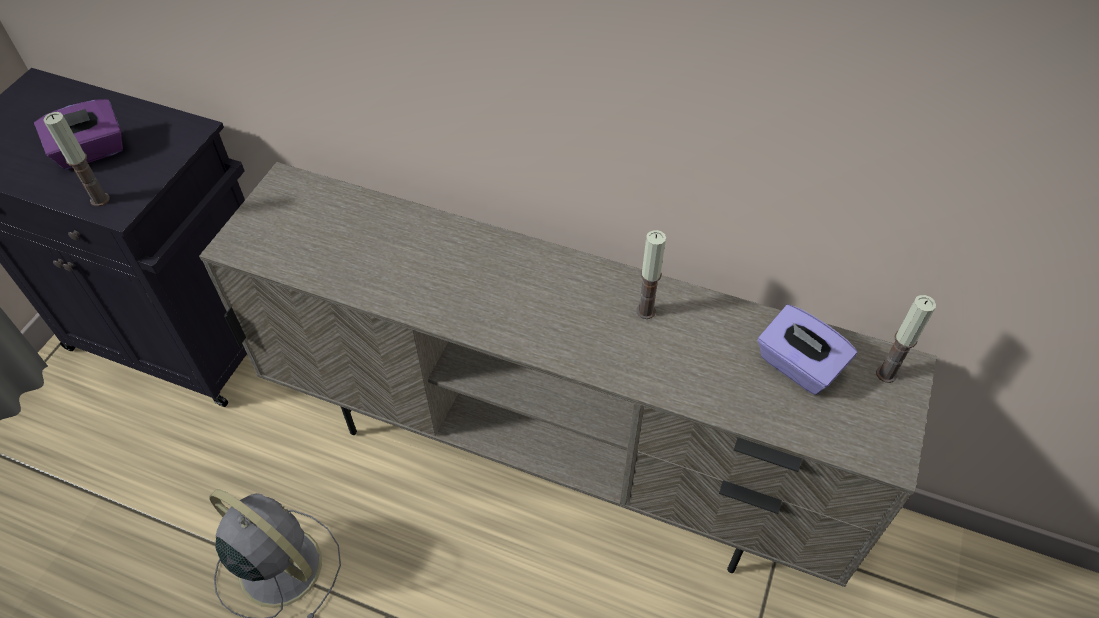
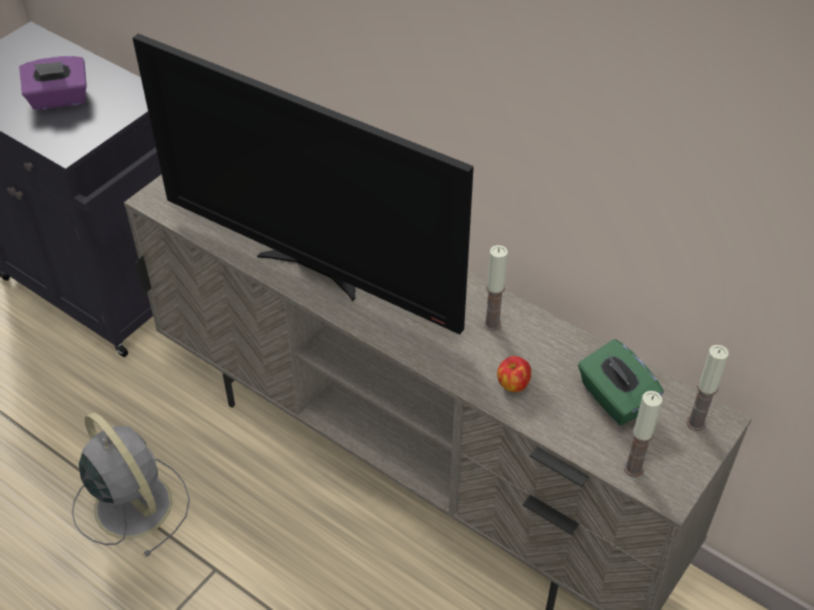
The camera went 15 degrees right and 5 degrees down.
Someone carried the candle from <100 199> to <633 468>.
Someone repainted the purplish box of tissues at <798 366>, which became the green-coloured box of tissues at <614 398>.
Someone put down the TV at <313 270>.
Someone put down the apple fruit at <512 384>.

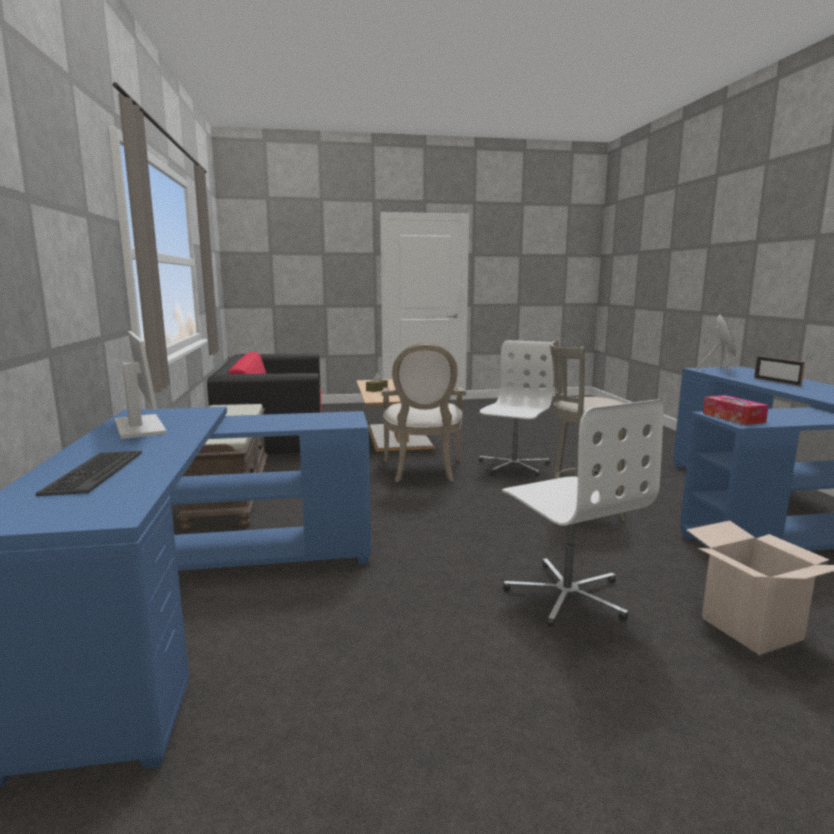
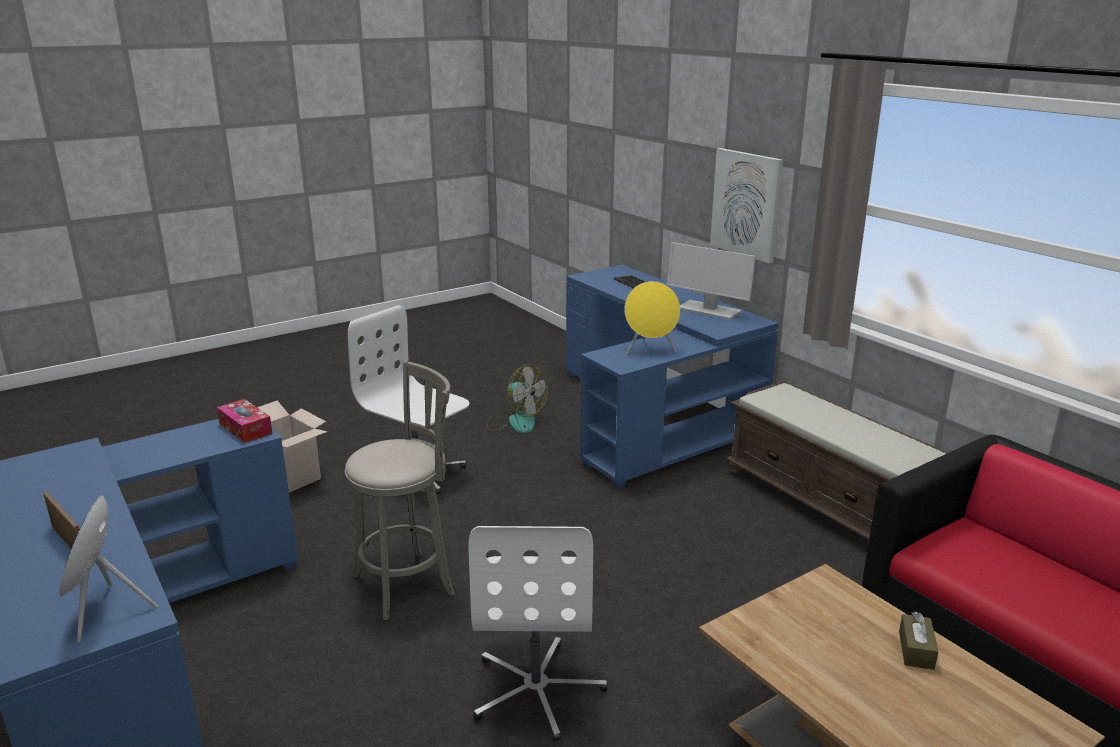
The camera went 155 degrees right and 10 degrees up.
Someone took away the armchair at <423 471>.
Someone put down the fan at <515 421>.
Someone put down the yellowish speaker at <650 351>.
Someone put up the wall picture at <746 204>.

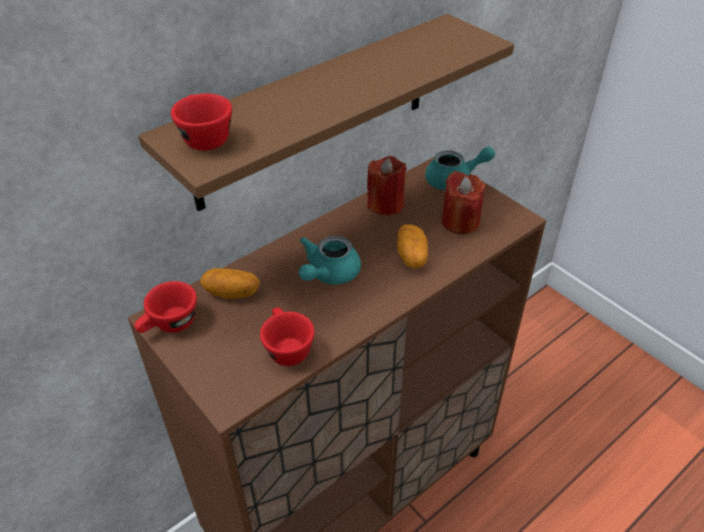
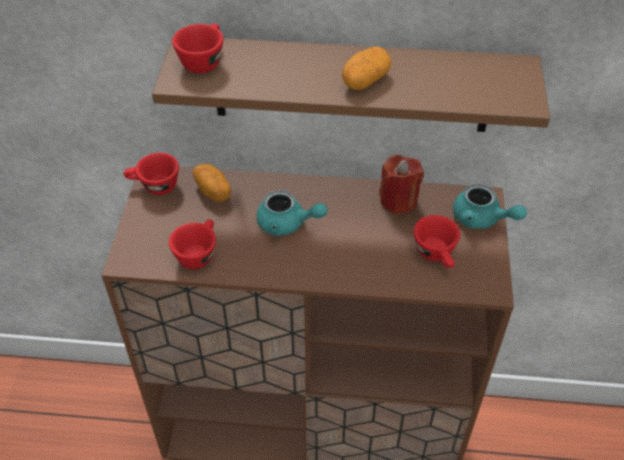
The camera went 45 degrees right and 5 degrees up.
Someone rotated the blue-green teapot at <328 274> by 150 degrees counterclockwise.
Someone carried the potato from <411 256> to <365 80>.
Someone swapped the red-coloured candle at <460 222> for the red-coloured cup at <437 255>.

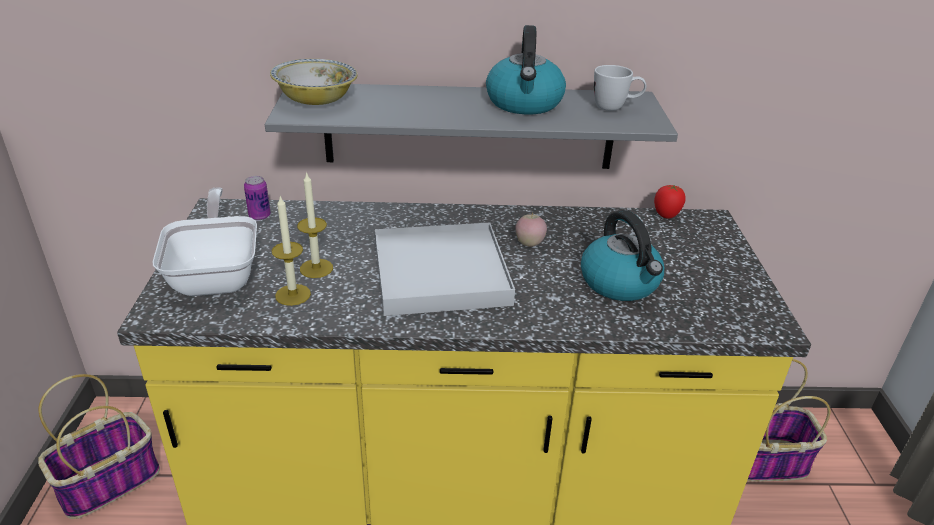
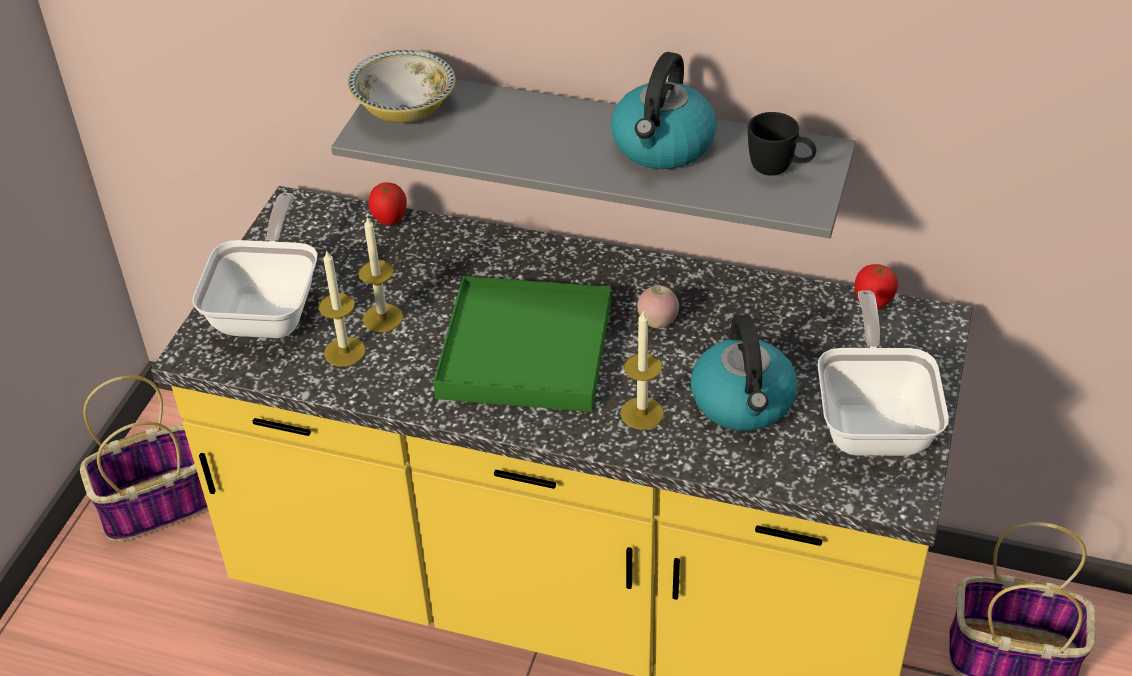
The camera went 20 degrees right and 10 degrees up.
Someone took away the metal can at <259 216>.
Someone repainted the whitish tray at <440 274>, which became the green-coloured tray at <525 350>.
Someone repainted the whitish tea mug at <615 108>, which became the black-coloured tea mug at <779 170>.
Someone put down the tomato at <389 221>.
Someone put down the candle at <642 413>.
Someone put down the pan at <874 420>.

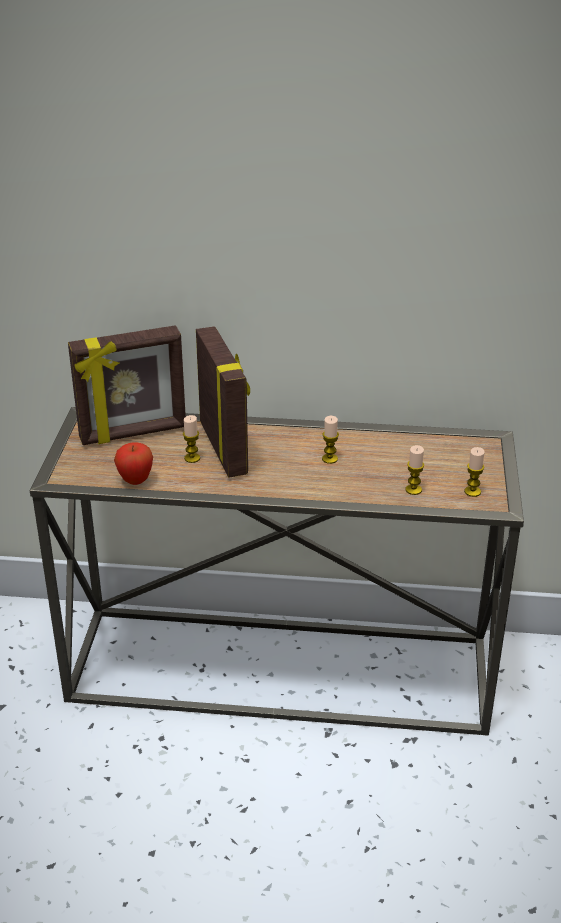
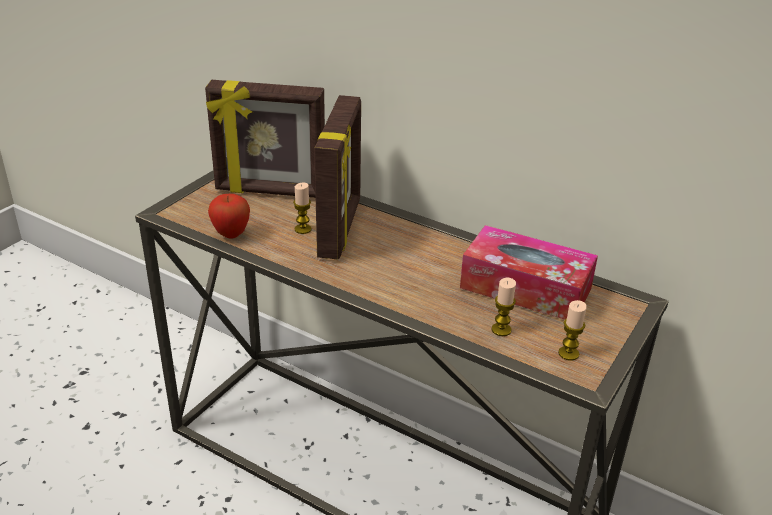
The camera went 25 degrees right and 0 degrees up.
Someone took away the candle at <329 459>.
Someone put down the box of tissues at <525 288>.

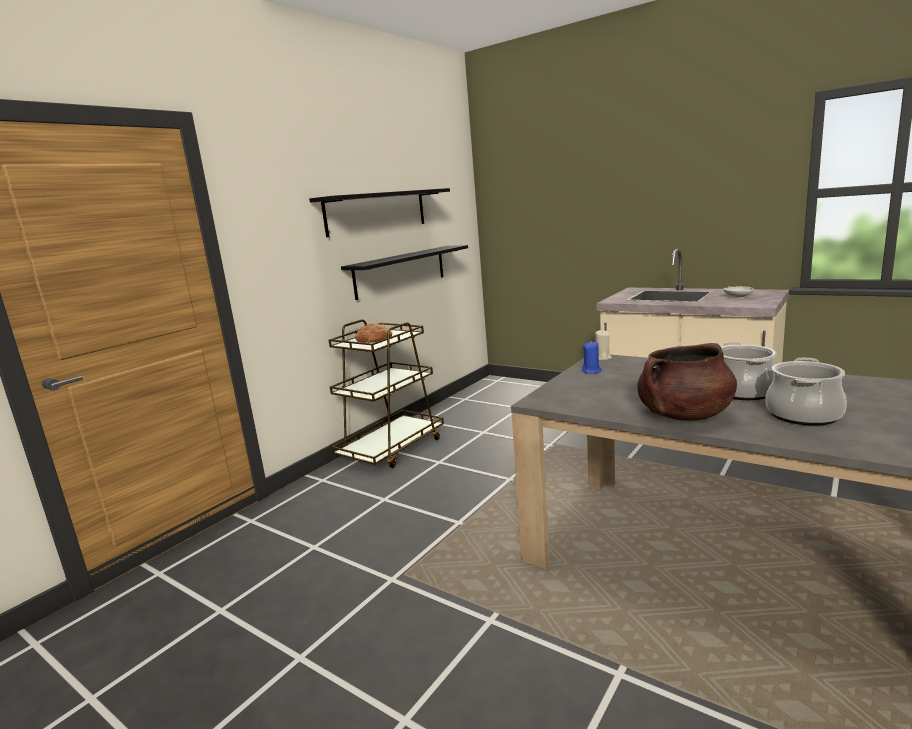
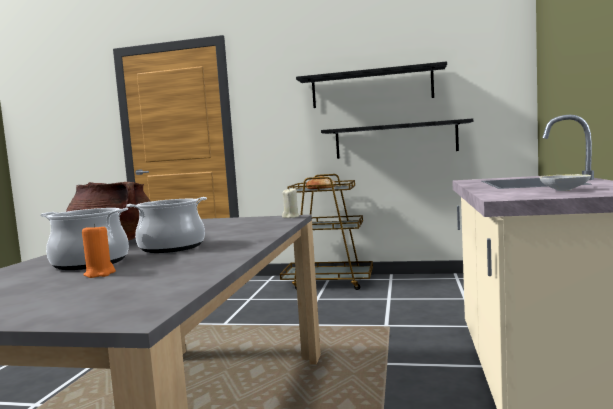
The camera went 65 degrees right and 10 degrees down.
Someone took away the blue candle at <591 371>.
Someone put down the orangey candle at <100 274>.

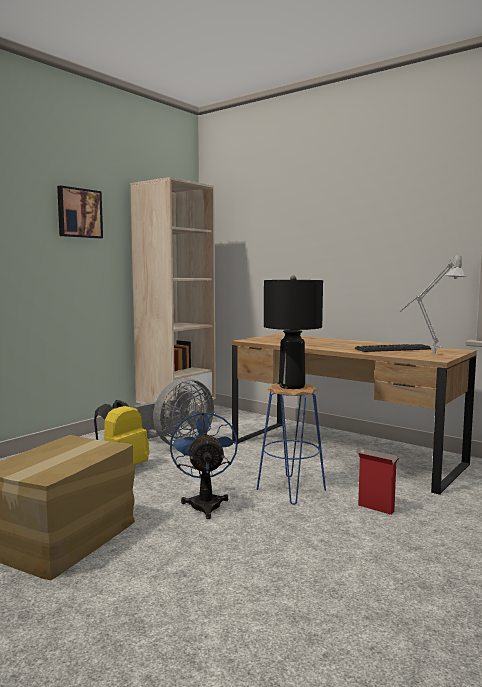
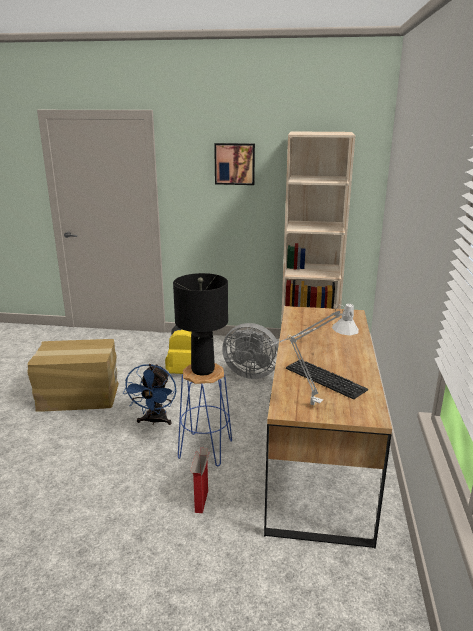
The camera went 60 degrees right and 15 degrees up.
Someone rotated the blue fan at <205 503> by 135 degrees clockwise.

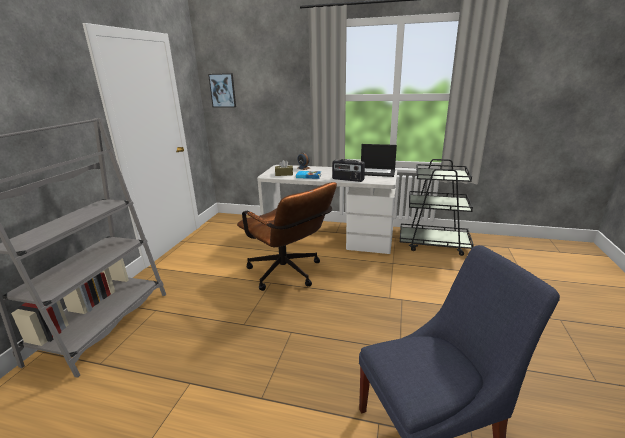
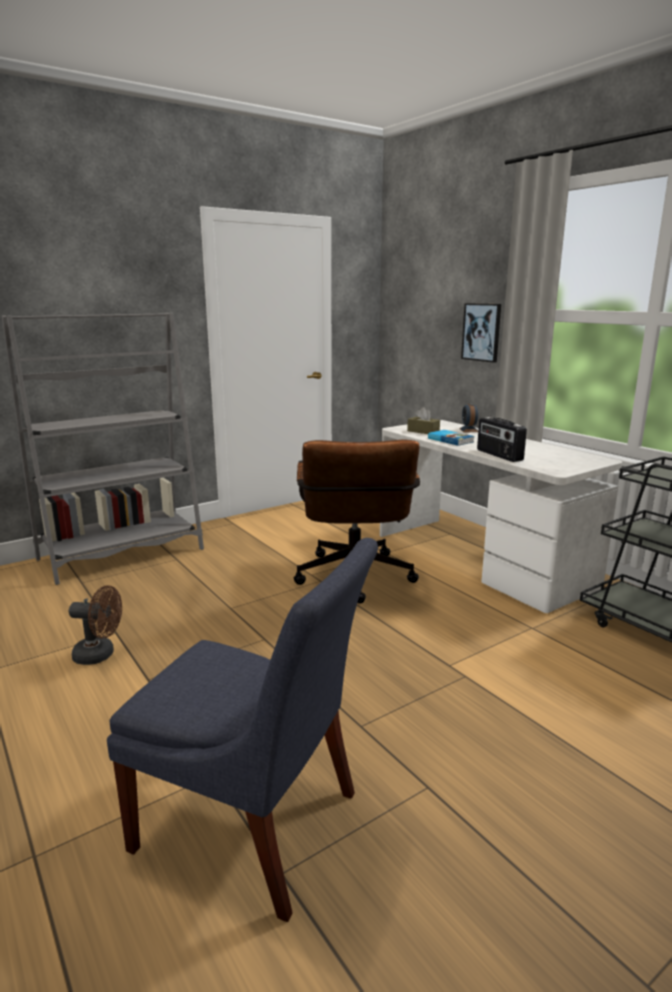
The camera went 40 degrees right and 5 degrees down.
Someone carried the wall picture from <222 90> to <482 332>.
Someone took away the notebook computer at <377 172>.
Someone put down the brown-coloured fan at <100 655>.

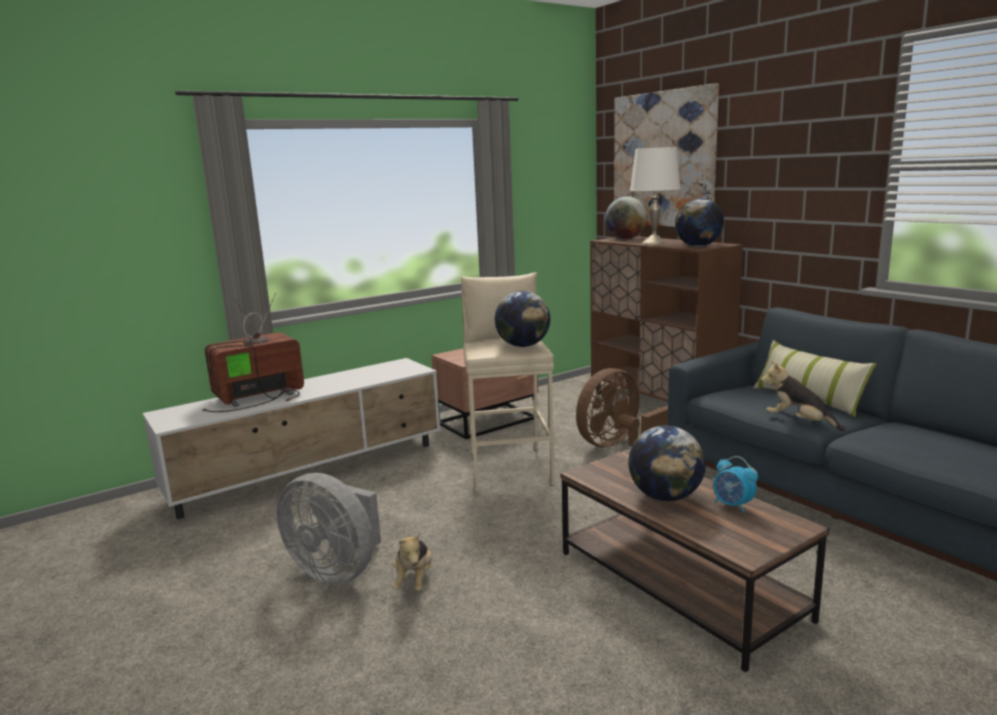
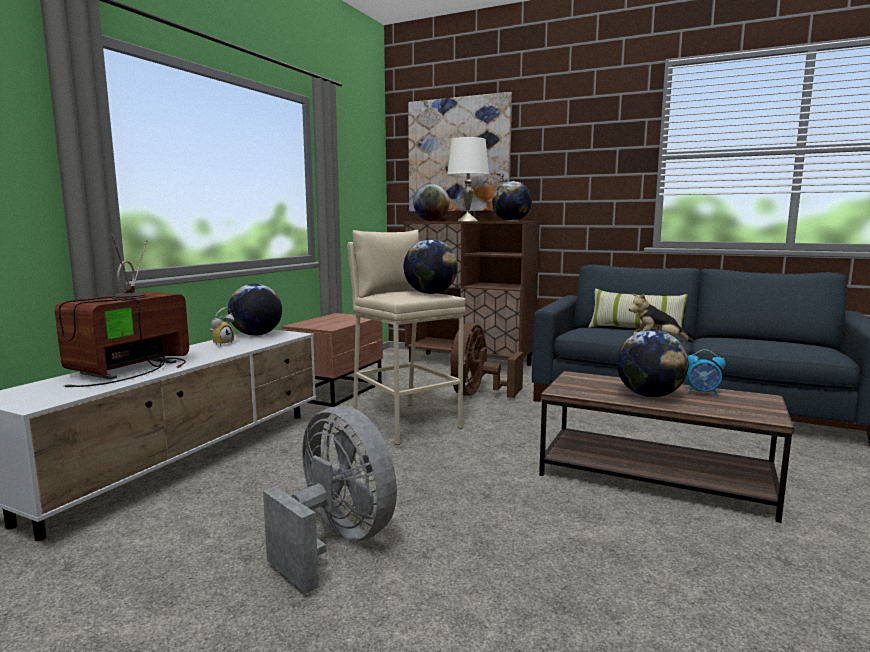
The camera went 30 degrees left and 5 degrees down.
Someone rotated the gray fan at <337 570> by 135 degrees counterclockwise.
Someone took away the plush toy at <415 581>.
Someone put down the table clock at <222 344>.
Someone put down the desk globe at <256 335>.

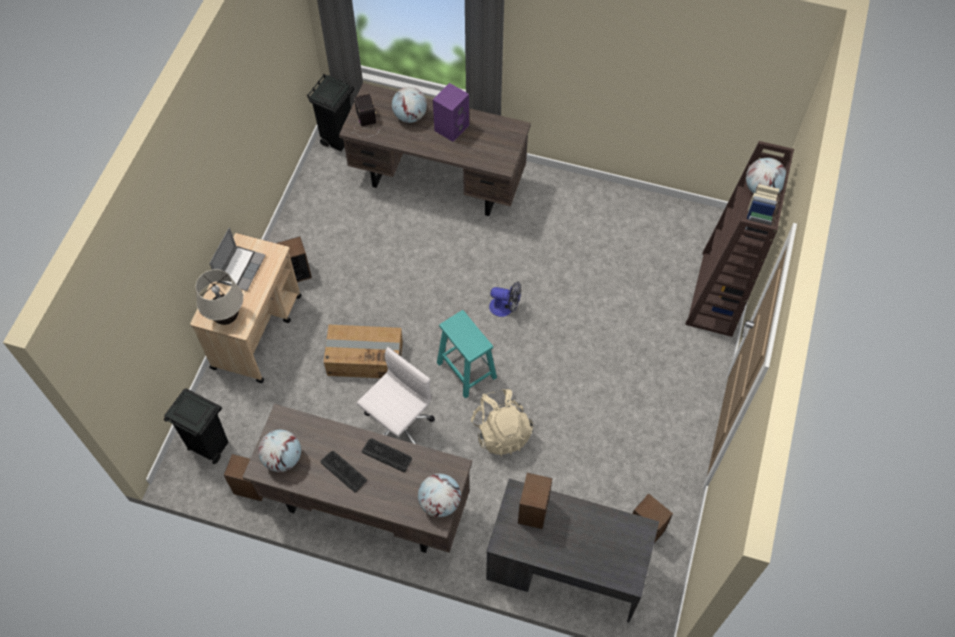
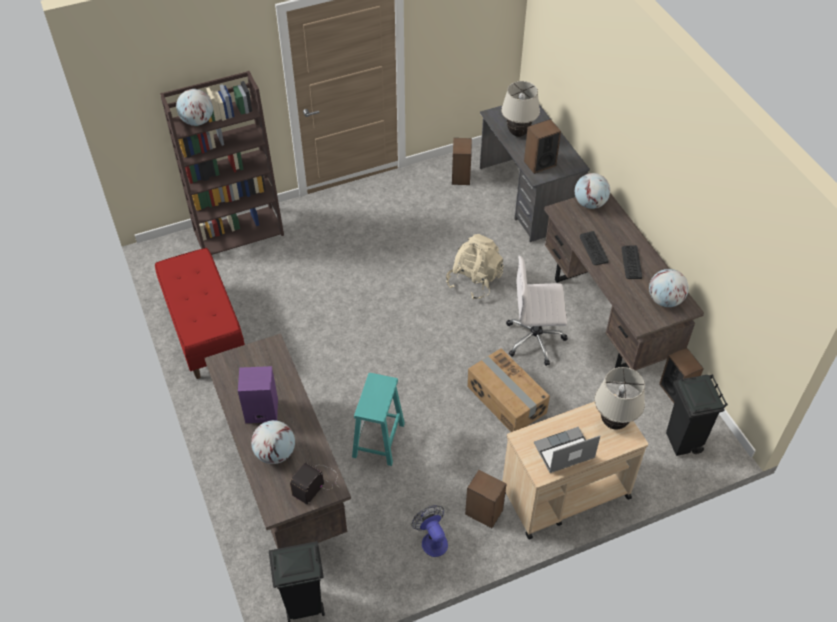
The camera went 130 degrees left and 10 degrees down.
Someone carried the blue-green stool from <465 369> to <378 441>.
Someone carried the fan from <505 307> to <432 540>.
Someone put down the red-coloured long seat at <204 330>.
Someone put down the beige table lamp at <518 133>.

